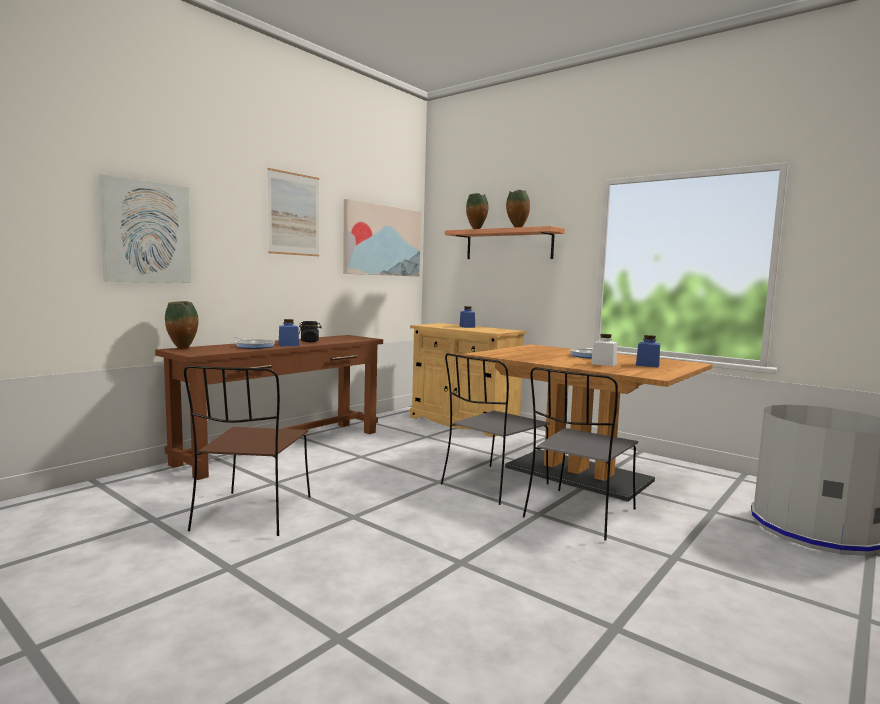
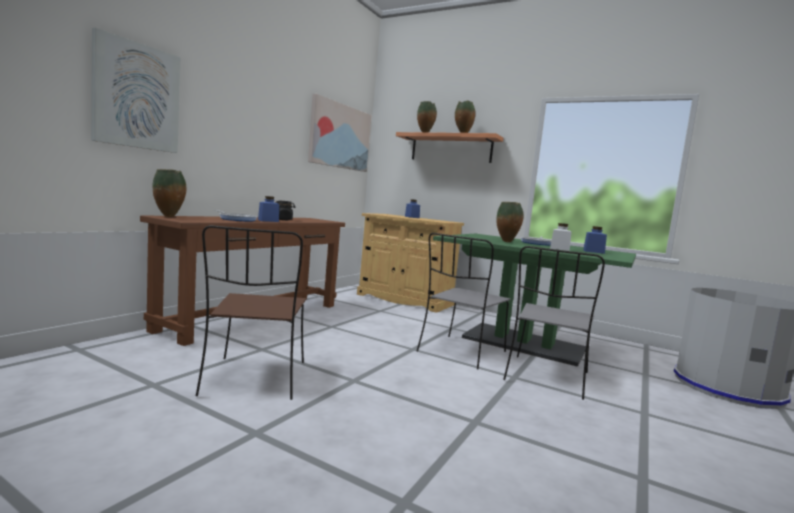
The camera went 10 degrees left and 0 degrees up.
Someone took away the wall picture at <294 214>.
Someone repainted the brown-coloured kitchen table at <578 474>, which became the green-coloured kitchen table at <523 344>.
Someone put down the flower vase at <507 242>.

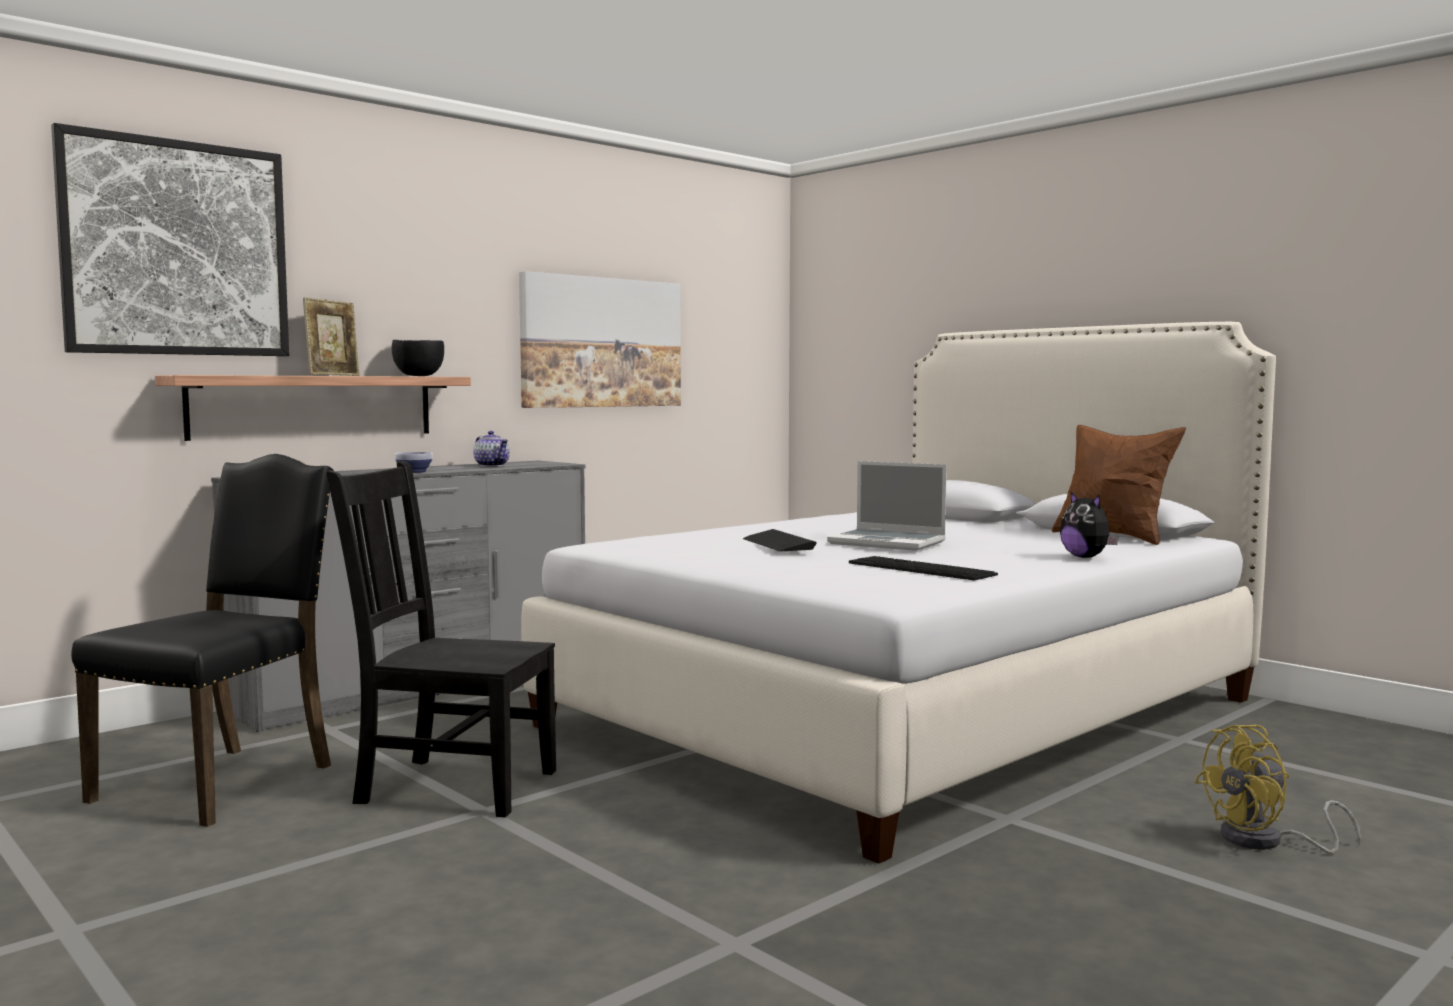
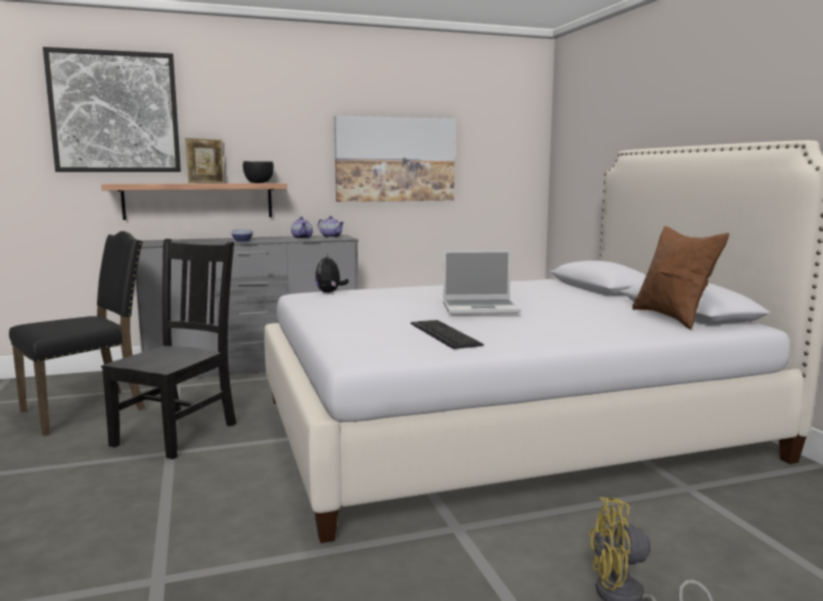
The camera went 25 degrees right and 5 degrees up.
Someone rotated the black-coloured chair at <451 786> by 75 degrees clockwise.
Someone took away the keyboard at <778 543>.
Someone rotated the notebook computer at <889 543> by 60 degrees counterclockwise.
Someone carried the plush toy from <1086 557> to <330 292>.
Someone put down the teapot at <331 236>.

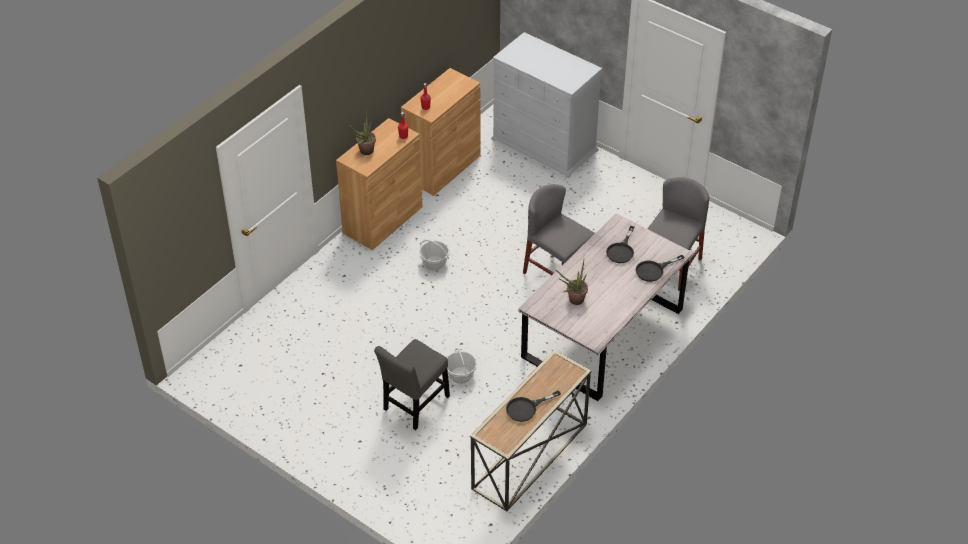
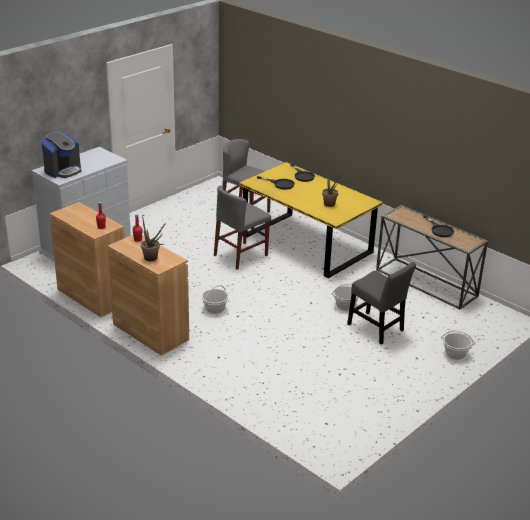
The camera went 85 degrees left and 15 degrees down.
Someone repainted the gray kitchen table at <603 333>, which became the yellowish kitchen table at <307 243>.
Someone put down the coffee maker at <63 170>.
Someone put down the household basket at <455 354>.

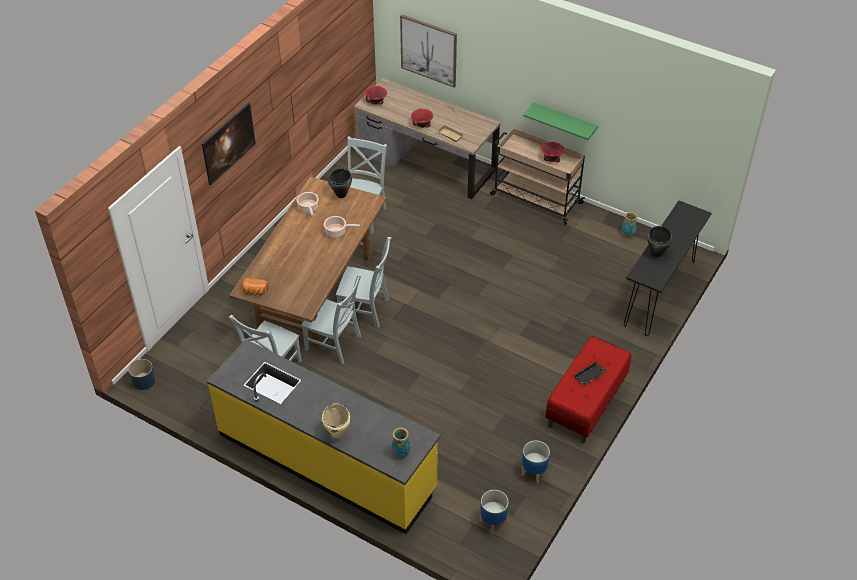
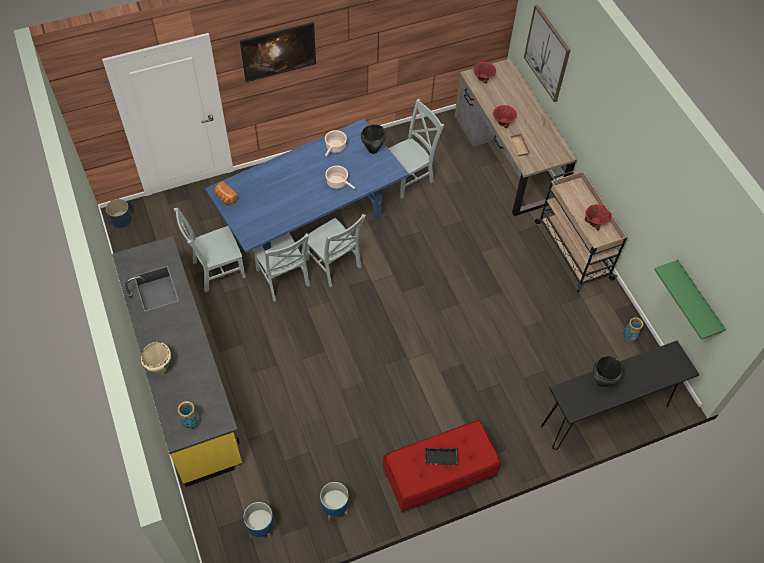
The camera went 35 degrees right and 10 degrees up.
Someone repainted the brown-coloured kitchen table at <315 290>, which became the blue kitchen table at <311 222>.
Someone carried the green-coloured bracket shelf from <564 122> to <697 300>.

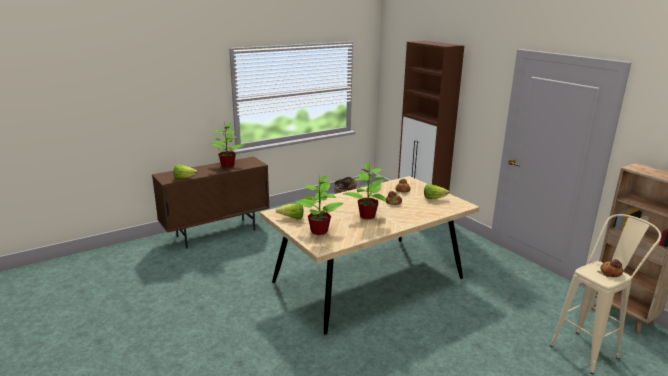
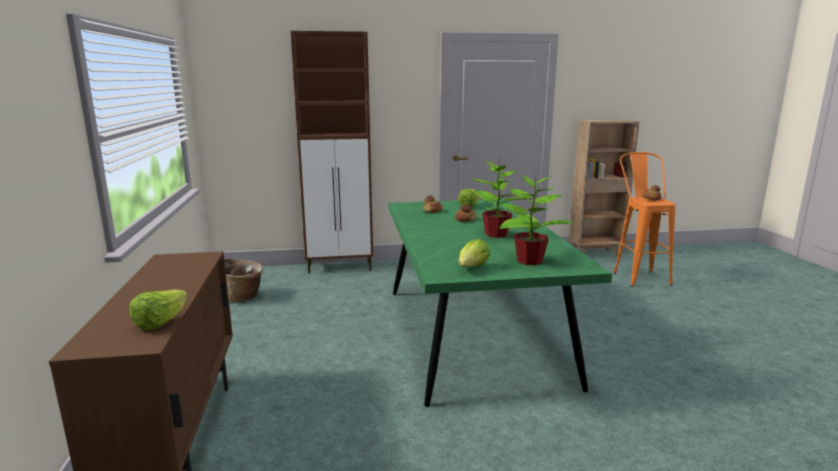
The camera went 65 degrees left and 5 degrees down.
Someone took away the potted plant at <227 165>.
Someone repainted the beige kitchen table at <368 280>, which became the green-coloured kitchen table at <473 334>.
Someone repainted the beige stool at <590 349>, which became the orangey stool at <637 276>.

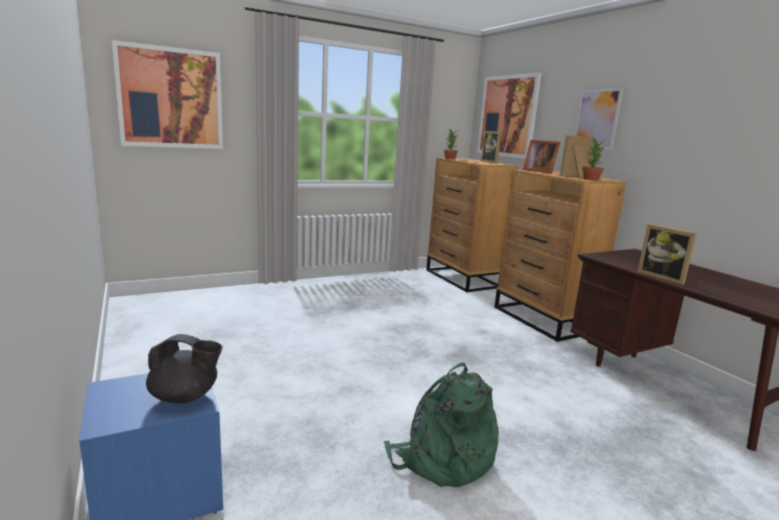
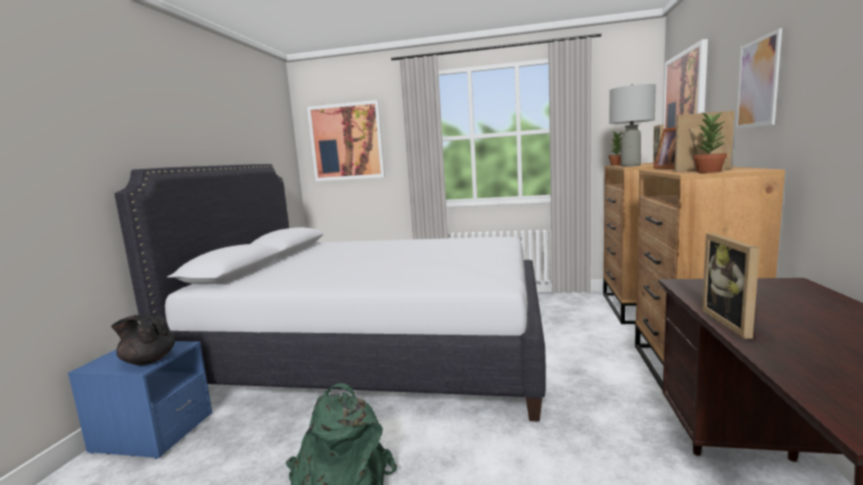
The camera went 40 degrees right and 5 degrees down.
Someone rotated the black-coloured teapot at <185 397> by 150 degrees clockwise.
Someone put down the whitish bedroom bed at <377 351>.
Someone put down the gray table lamp at <630 166>.

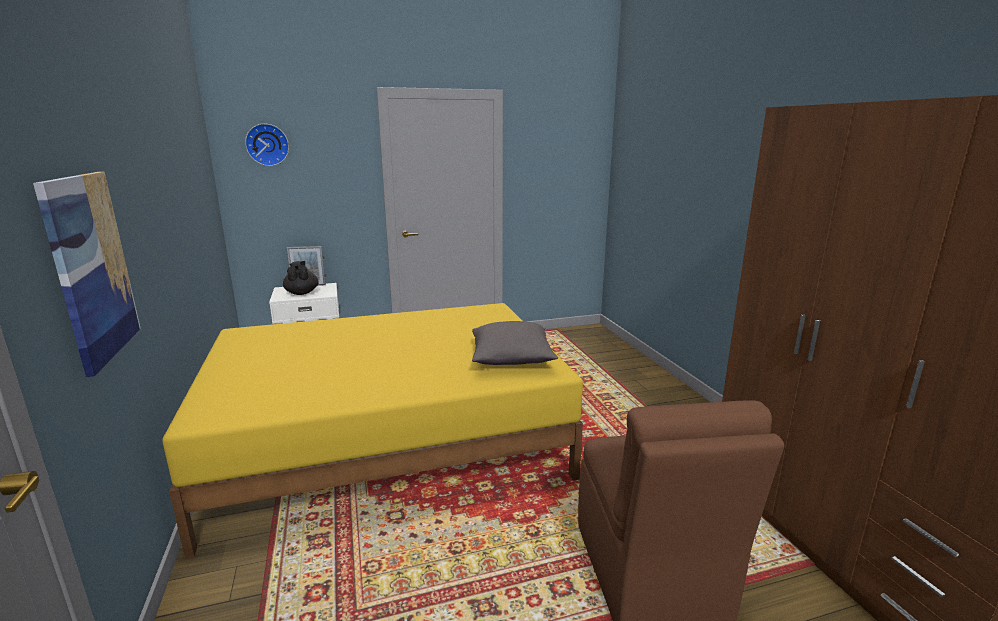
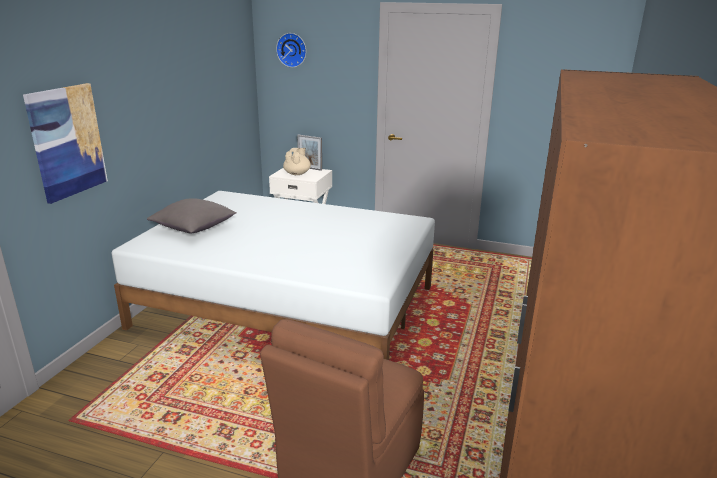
The camera went 35 degrees right and 5 degrees up.
Someone repainted the yellowish bedroom bed at <388 442>, which became the whitish bedroom bed at <288 306>.
Someone repainted the black-coloured teapot at <302 293>, which became the beige teapot at <297 173>.
Someone carried the gray pillow from <512 359> to <194 228>.

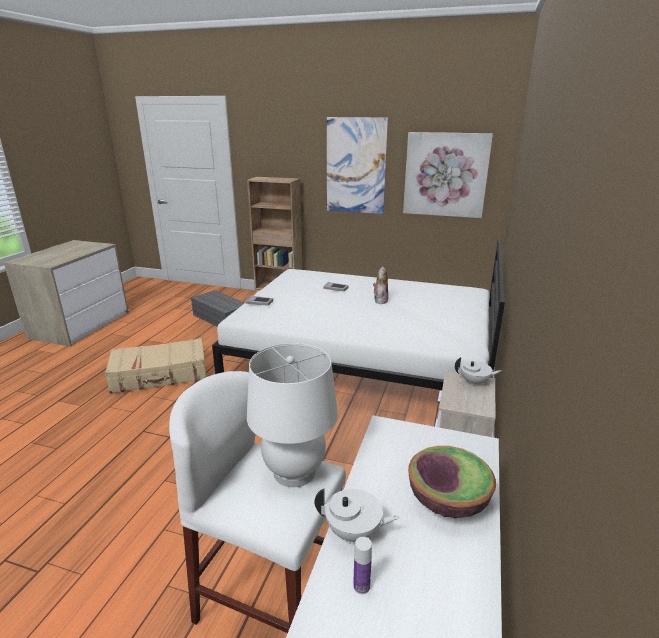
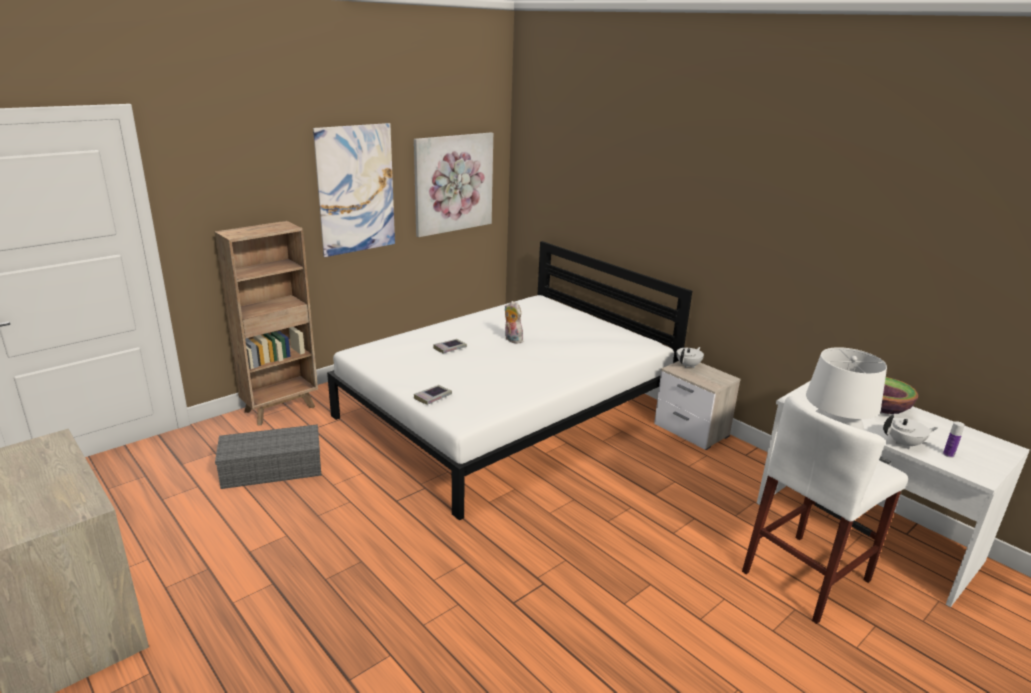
The camera went 60 degrees left and 0 degrees up.
Someone took away the beige suitcase at <160 375>.
Someone rotated the whitish teapot at <354 532> by 45 degrees clockwise.

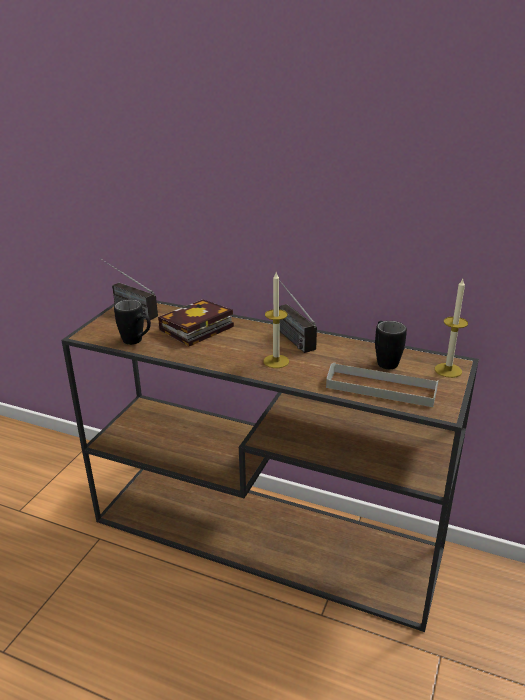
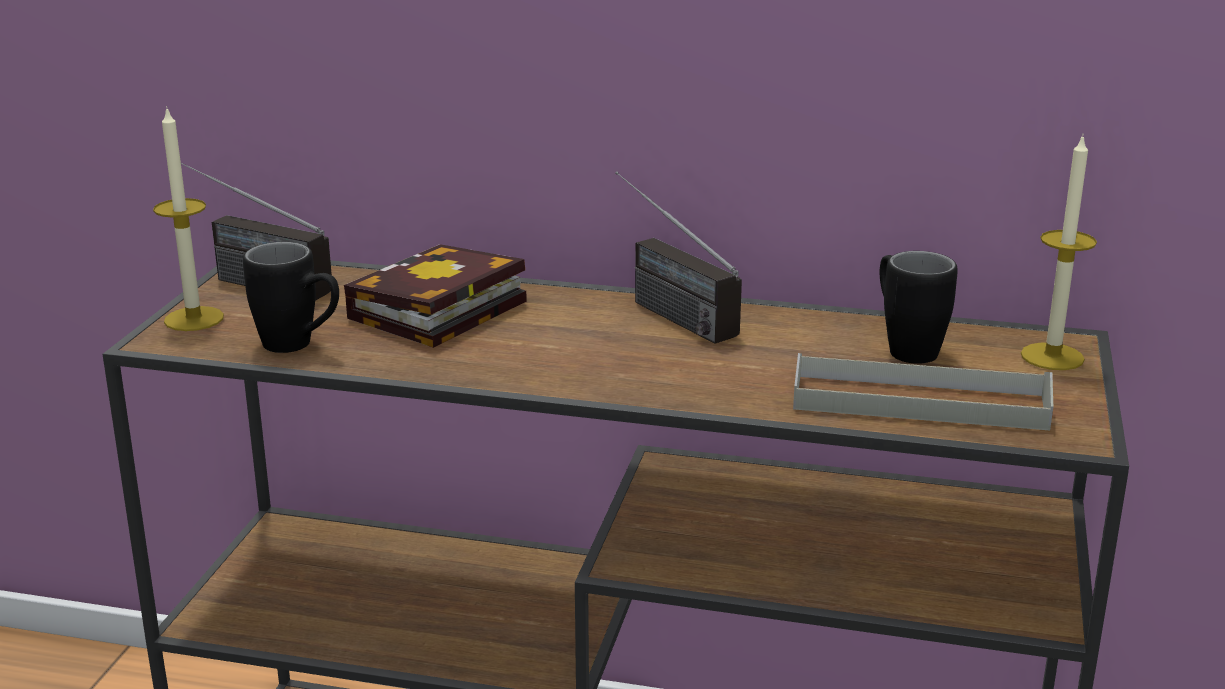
The camera went 10 degrees left and 5 degrees down.
Someone carried the candle from <276 361> to <194 319>.

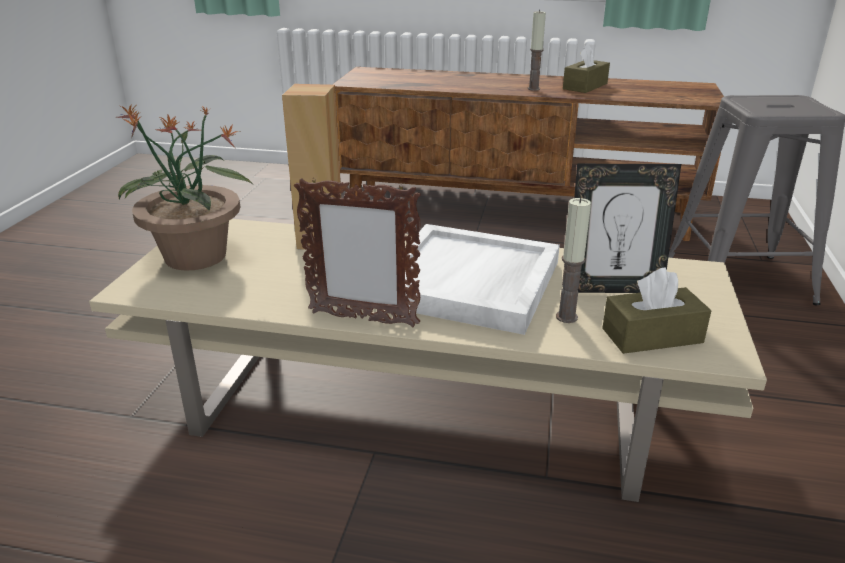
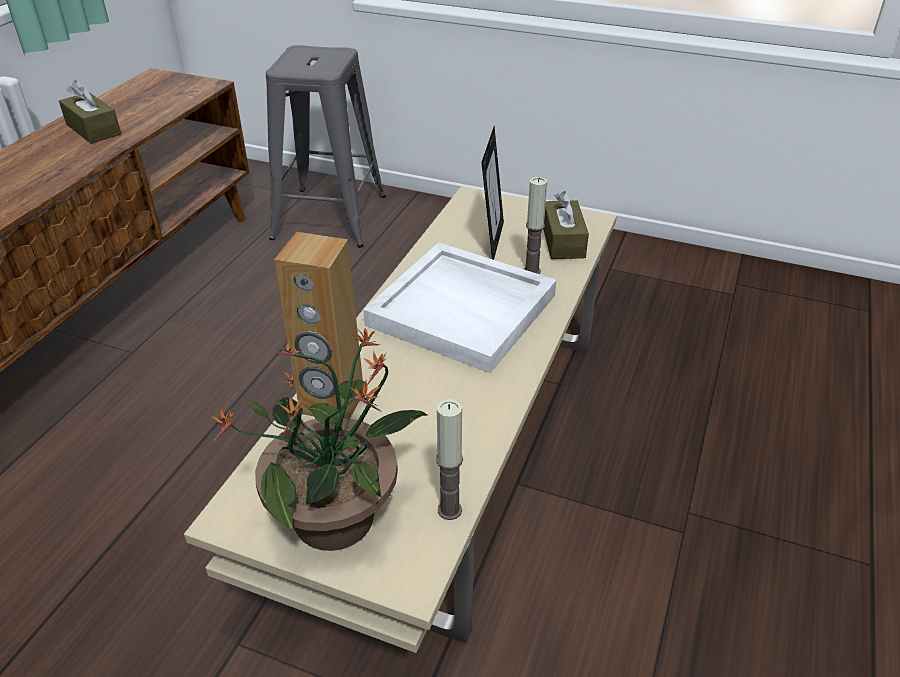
The camera went 80 degrees left and 10 degrees up.
Someone took away the photo frame at <362 319>.
Someone carried the candle from <533 89> to <449 510>.

